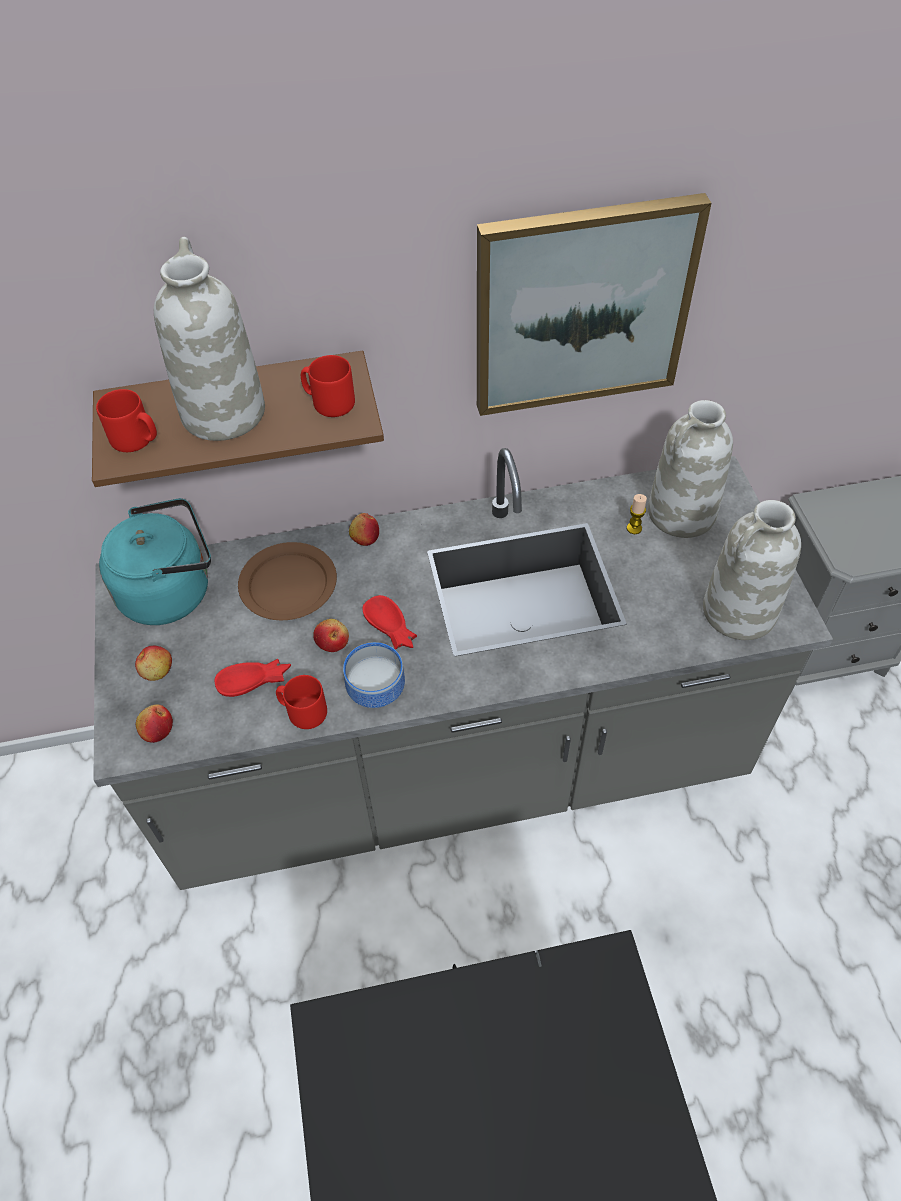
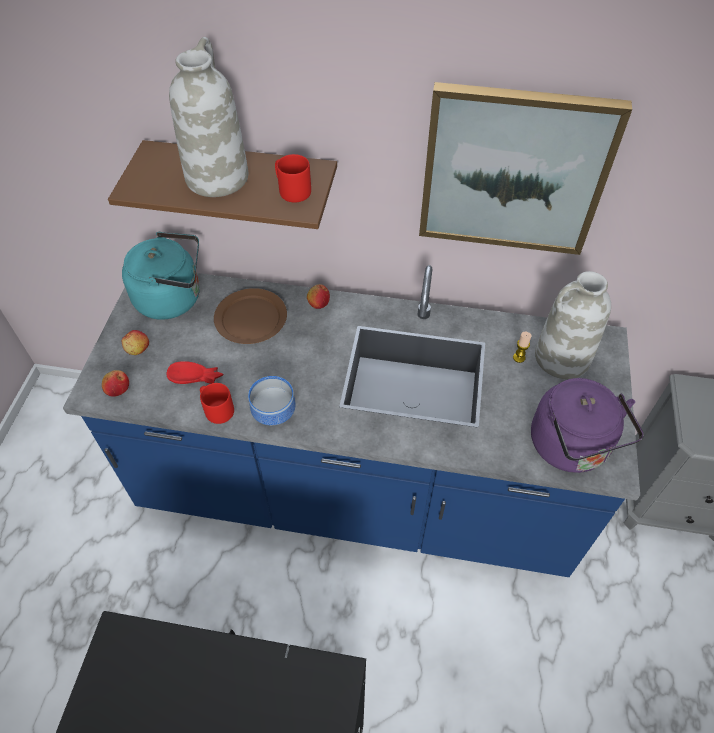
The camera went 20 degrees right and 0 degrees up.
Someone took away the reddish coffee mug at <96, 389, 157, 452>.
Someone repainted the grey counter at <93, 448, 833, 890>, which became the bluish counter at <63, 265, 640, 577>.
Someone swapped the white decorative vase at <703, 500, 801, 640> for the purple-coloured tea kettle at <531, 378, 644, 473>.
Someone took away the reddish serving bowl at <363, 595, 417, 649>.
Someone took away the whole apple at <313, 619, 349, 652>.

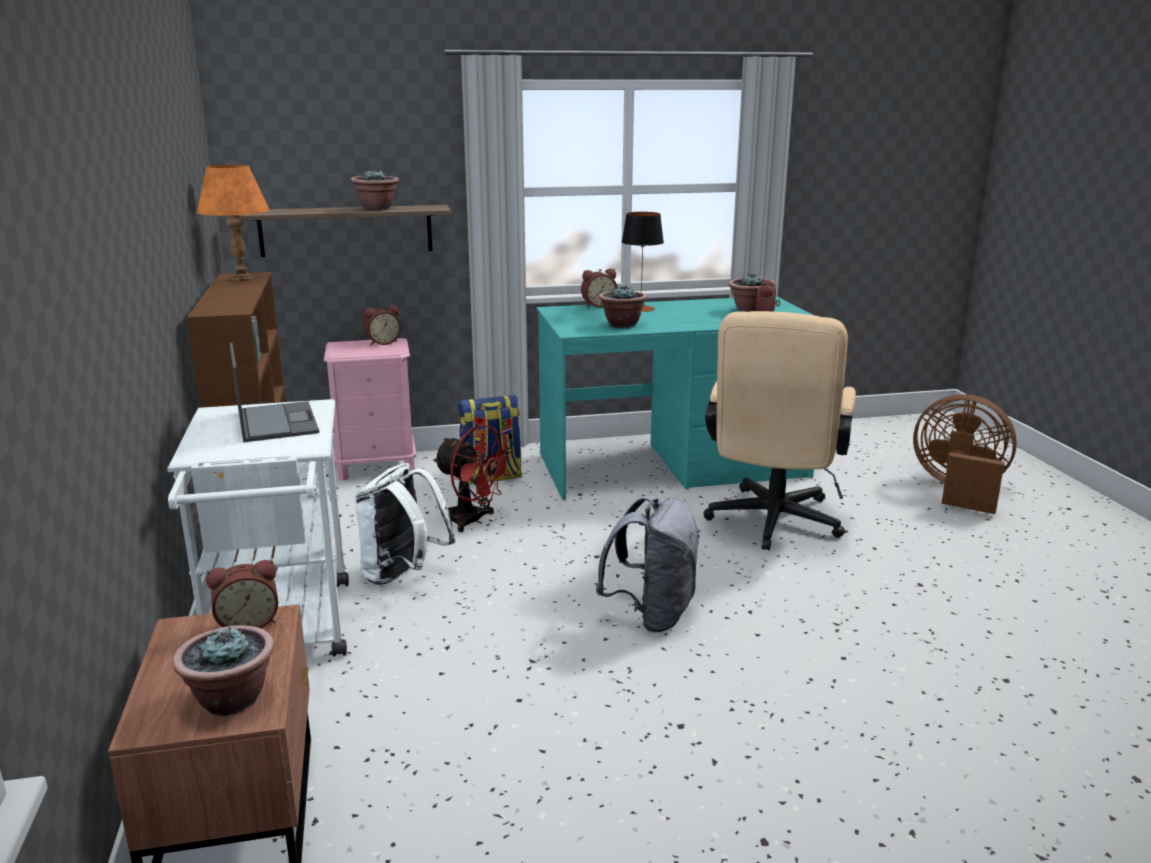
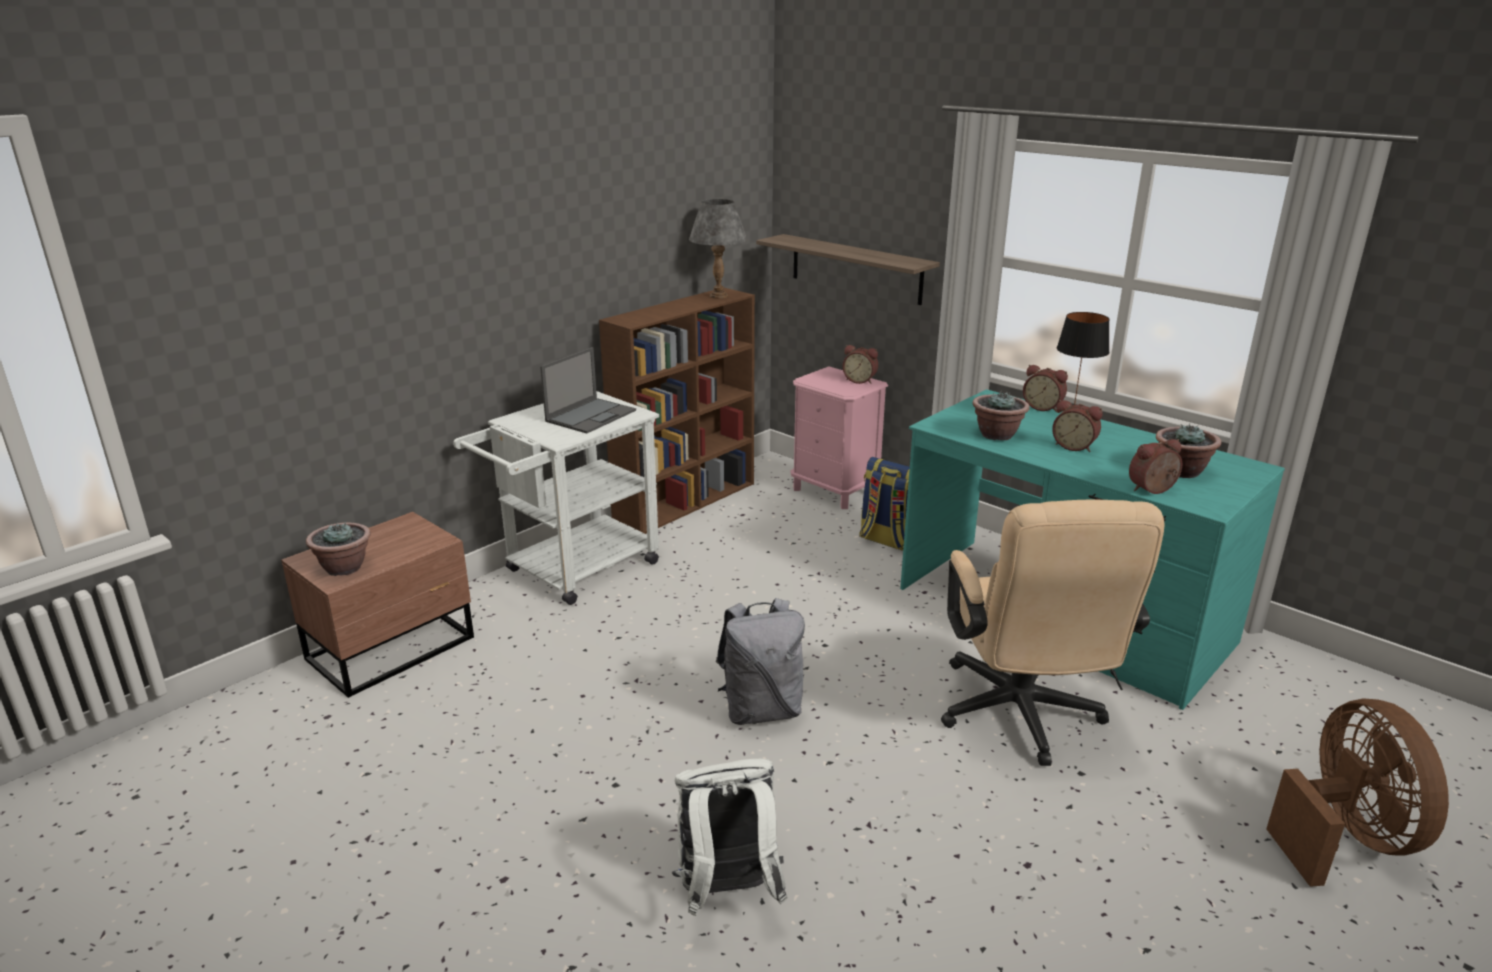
The camera went 55 degrees right and 5 degrees up.
Someone repainted the orangey table lamp at <197, 165, 270, 281>, which became the grey table lamp at <689, 199, 747, 299>.
Someone took away the plant in a pot at <350, 169, 399, 210>.
Someone rotated the beige office chair at <704, 311, 856, 550> by 75 degrees counterclockwise.
Someone took away the reddish cooling fan at <433, 424, 514, 532>.
Someone carried the white rucksack from <355, 463, 456, 585> to <672, 759, 788, 916>.
Someone carried the bedside clock from <206, 560, 278, 628> to <1052, 400, 1103, 452>.

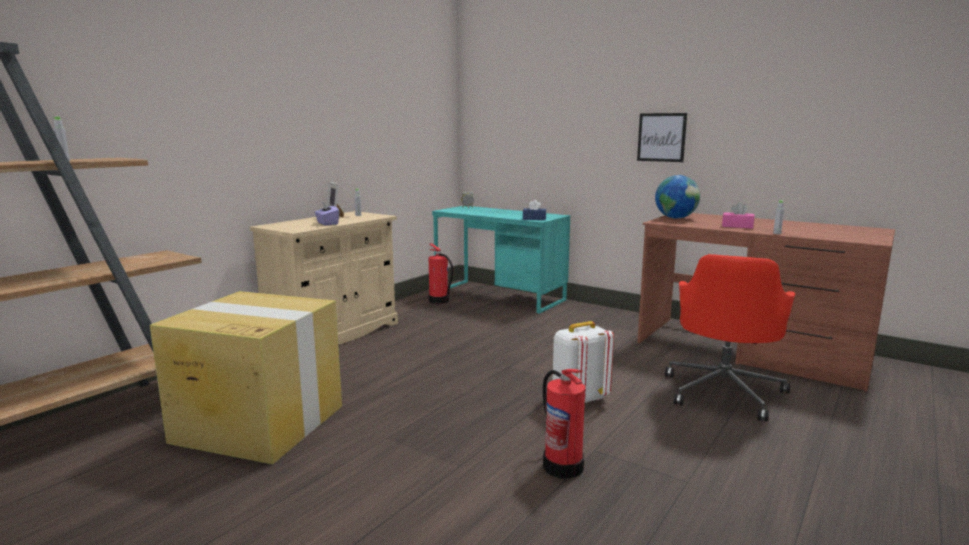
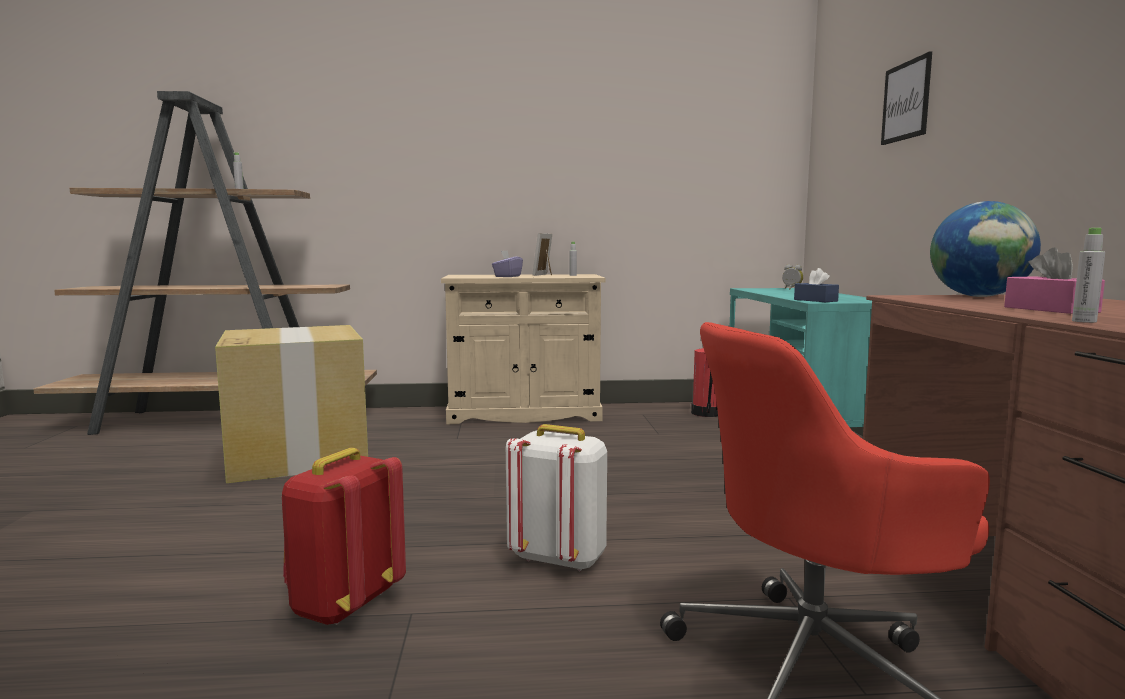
The camera went 50 degrees right and 5 degrees down.
Someone carried the wall picture from <637, 113, 687, 162> to <881, 51, 932, 145>.
Someone swapped the extinguisher at <543, 369, 585, 479> for the reddish rucksack at <282, 448, 406, 625>.

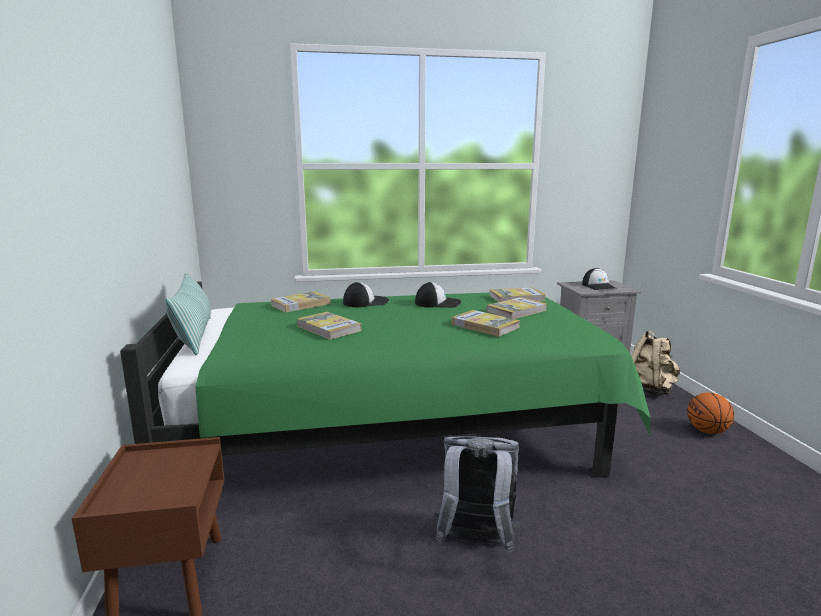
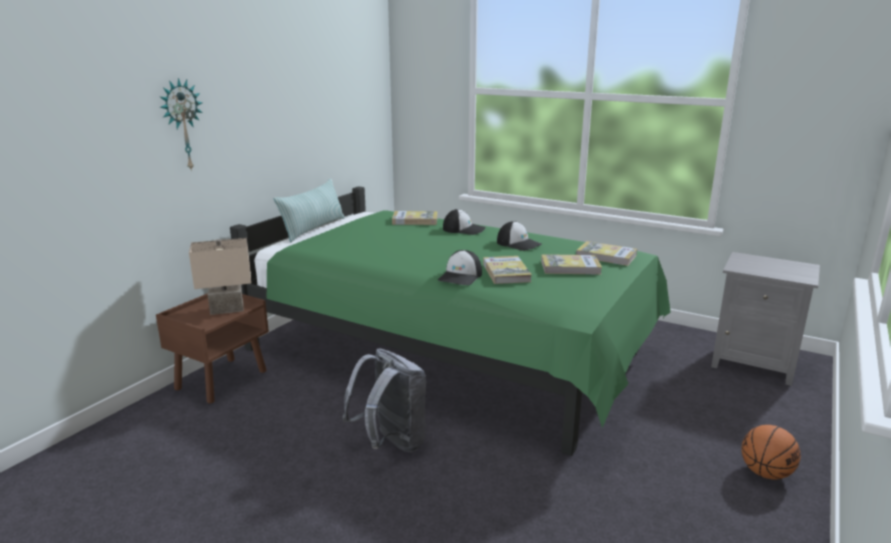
The camera went 40 degrees right and 5 degrees up.
Someone carried the baseball cap from <582, 268, 617, 290> to <438, 250, 482, 285>.
Someone took away the bound book at <297, 312, 361, 340>.
Someone took away the beige rucksack at <631, 330, 680, 395>.
Someone put up the wall clock at <160, 78, 203, 172>.
Someone put down the beige table lamp at <189, 238, 251, 315>.

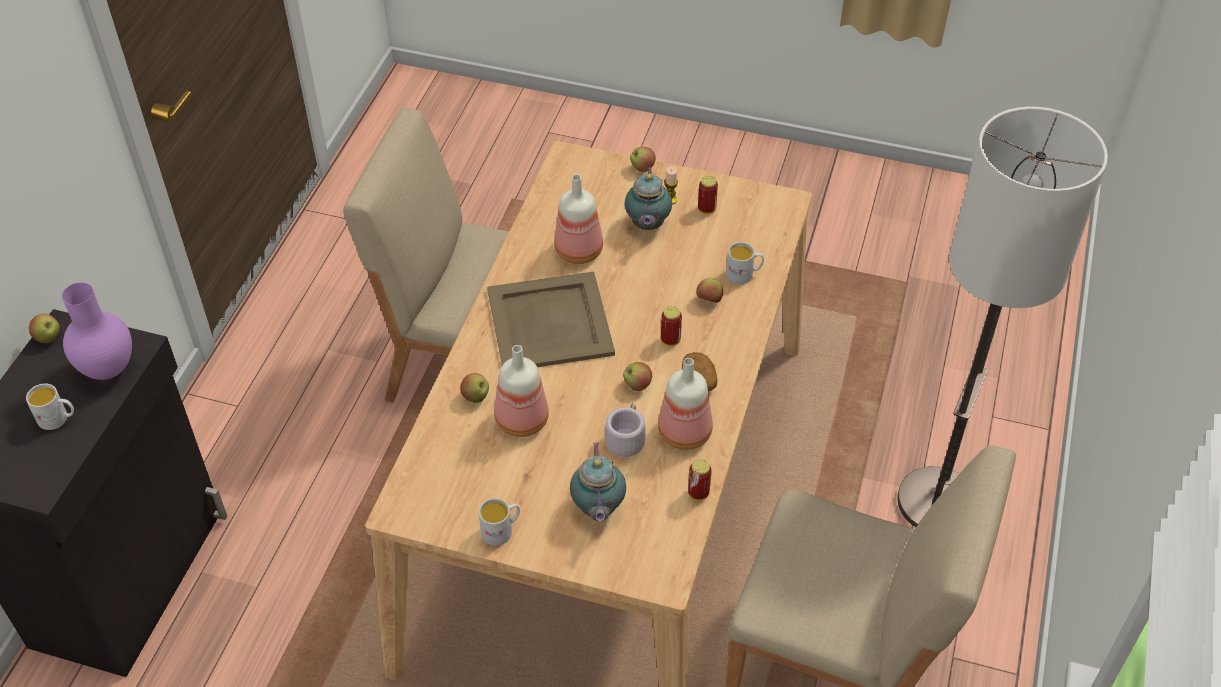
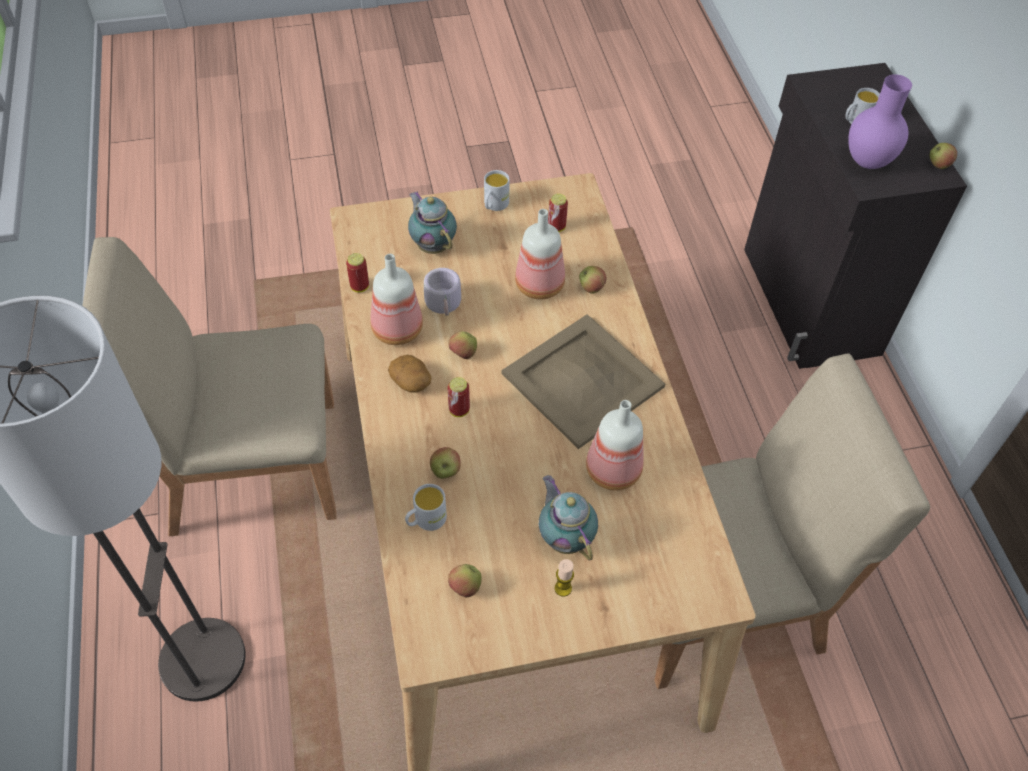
The camera went 150 degrees right and 5 degrees up.
Someone carried the whole apple from <630, 147, 656, 172> to <448, 564, 482, 598>.
Someone carried the sealed can from <698, 176, 718, 214> to <548, 194, 568, 232>.

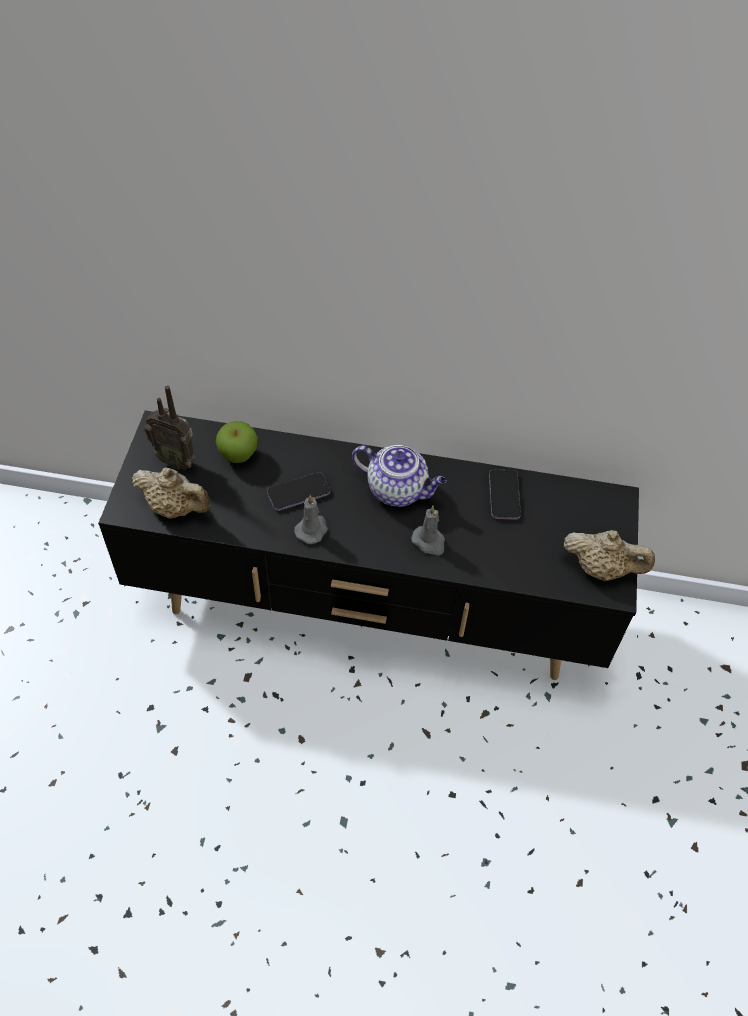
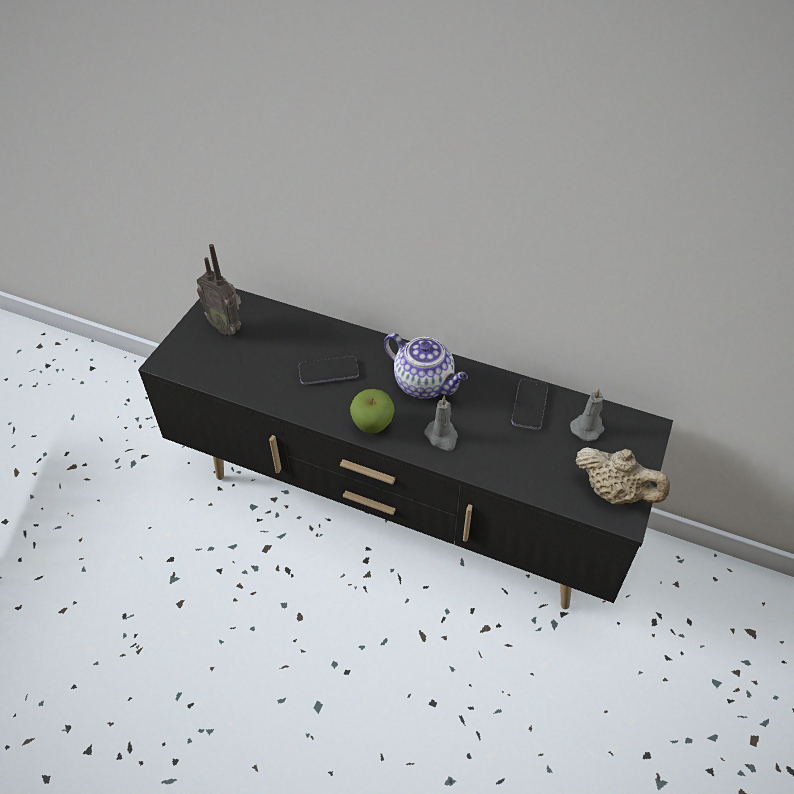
The camera went 15 degrees right and 5 degrees down.
Someone carried the whole apple from <216, 421, 258, 463> to <350, 389, 395, 433>.
Someone took away the beige tea pot at <132, 467, 211, 519>.
Someone carried the grey wax light from <294, 495, 328, 544> to <570, 388, 605, 441>.

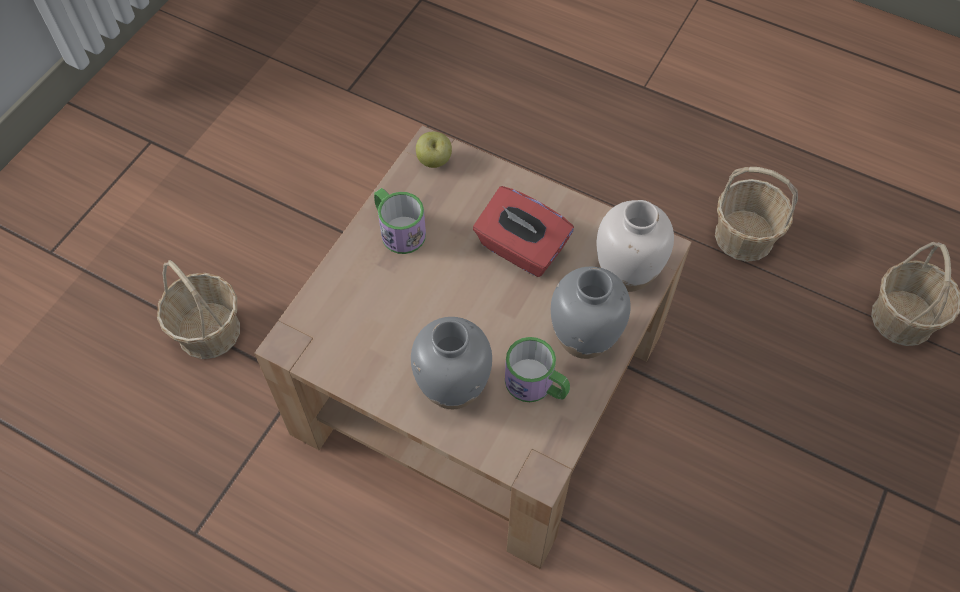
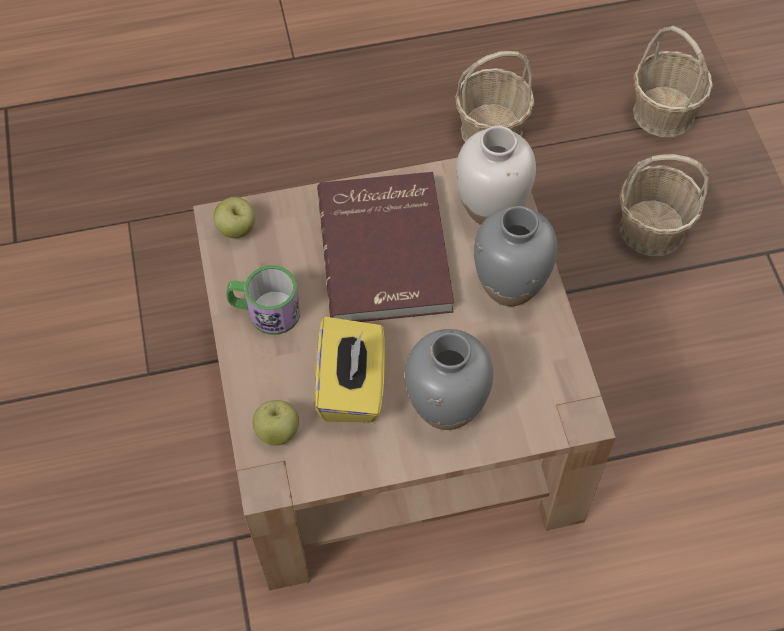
The camera went 40 degrees left and 0 degrees up.
Someone swapped the reddish tissue box at <473, 186, 574, 277> for the reddish bound book at <317, 172, 454, 322>.
Someone carried the household basket from <157, 260, 240, 359> to <619, 154, 709, 256>.
Someone took away the coffee mug at <505, 337, 570, 402>.
Someone put down the yellow-coloured tissue box at <314, 317, 385, 422>.
Someone put down the whole apple at <253, 400, 299, 446>.

